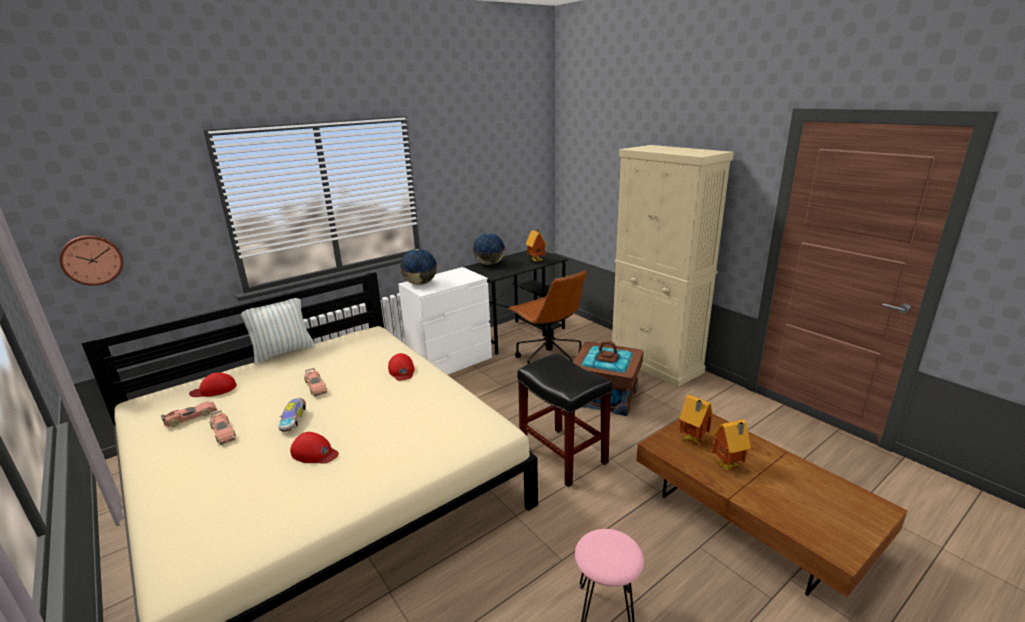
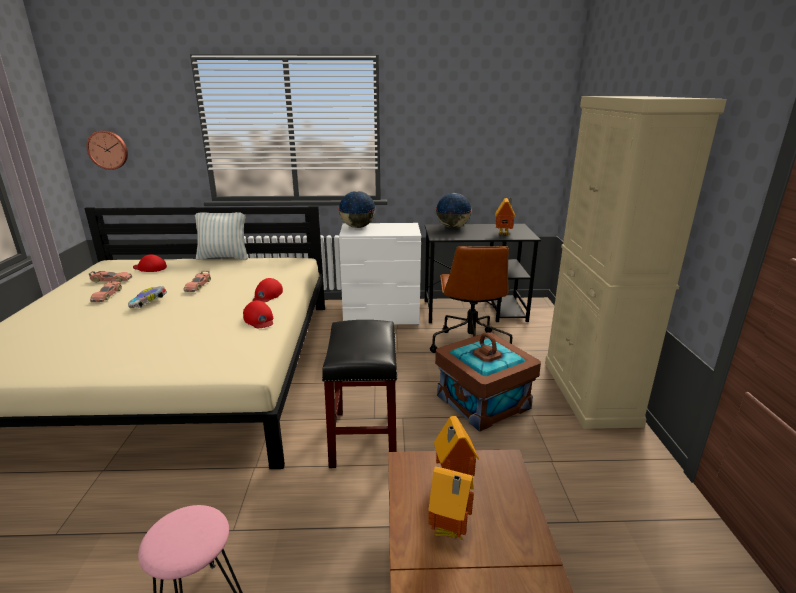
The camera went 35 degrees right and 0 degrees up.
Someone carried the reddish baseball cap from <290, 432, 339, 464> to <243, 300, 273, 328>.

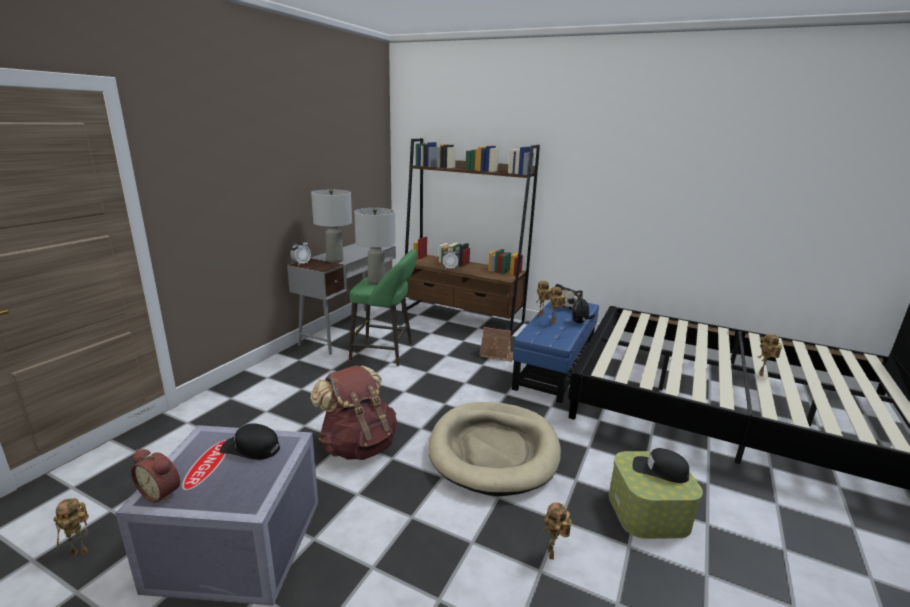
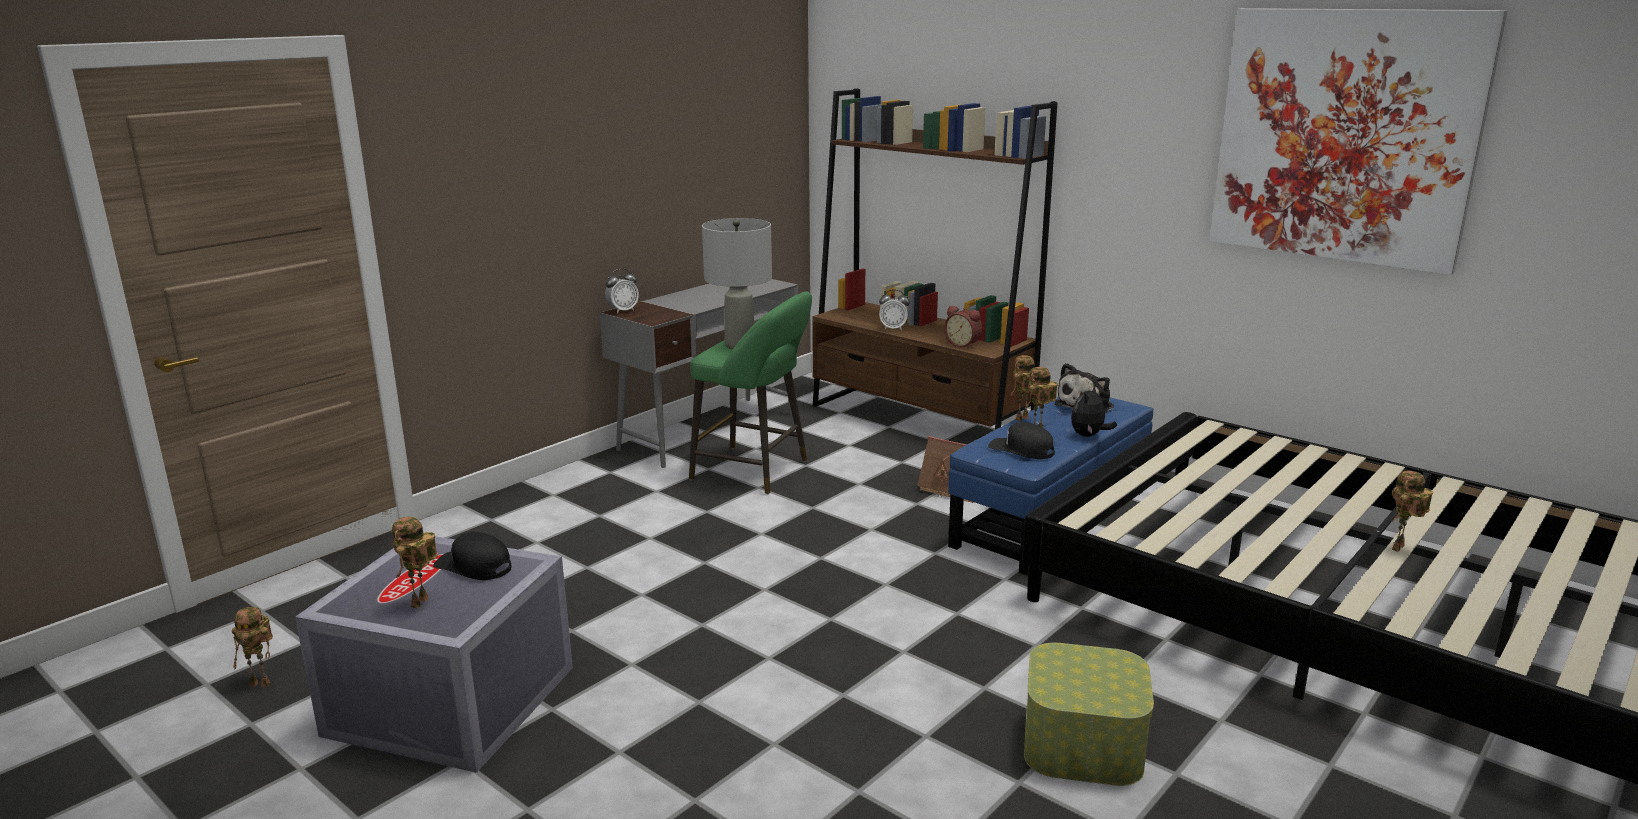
The camera went 15 degrees right and 0 degrees up.
Someone took away the grey table lamp at <311, 189, 352, 263>.
Someone took away the brownish rucksack at <310, 365, 397, 460>.
Someone took away the beige pet bed at <428, 402, 561, 496>.
Someone carried the black-coloured baseball cap from <633, 448, 689, 483> to <988, 422, 1055, 459>.
Someone carried the bedside clock from <131, 449, 180, 502> to <944, 306, 982, 348>.
Someone carried the toy robot from <543, 503, 572, 559> to <392, 517, 438, 608>.
Someone put up the wall picture at <1210, 8, 1507, 275>.

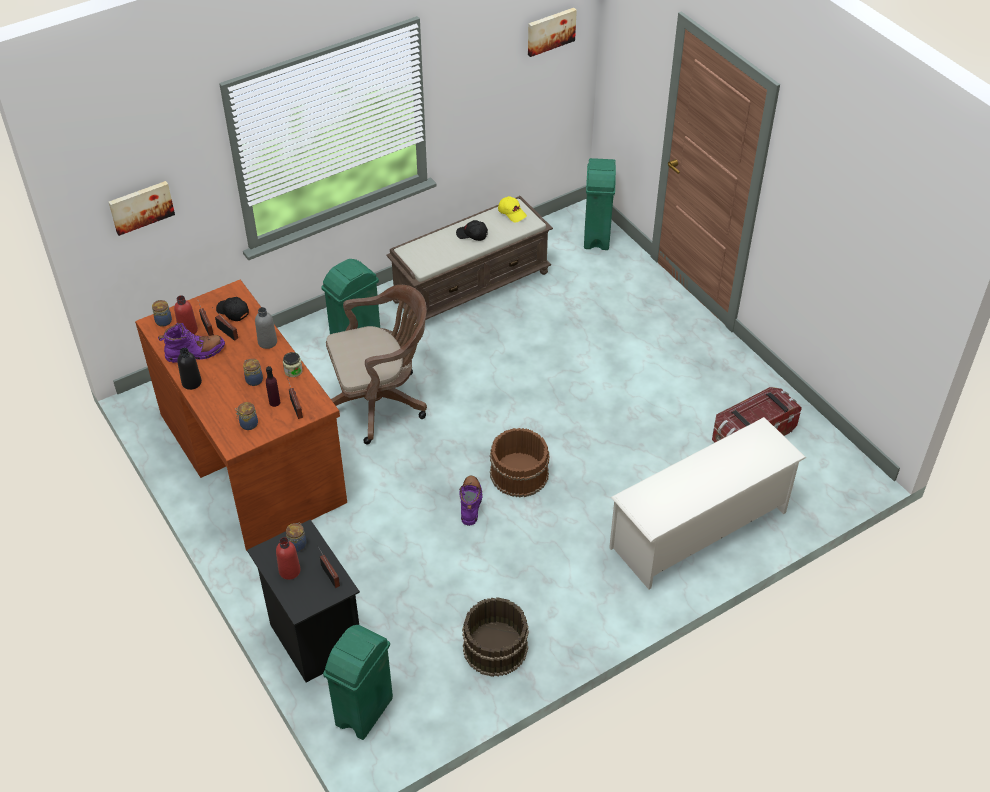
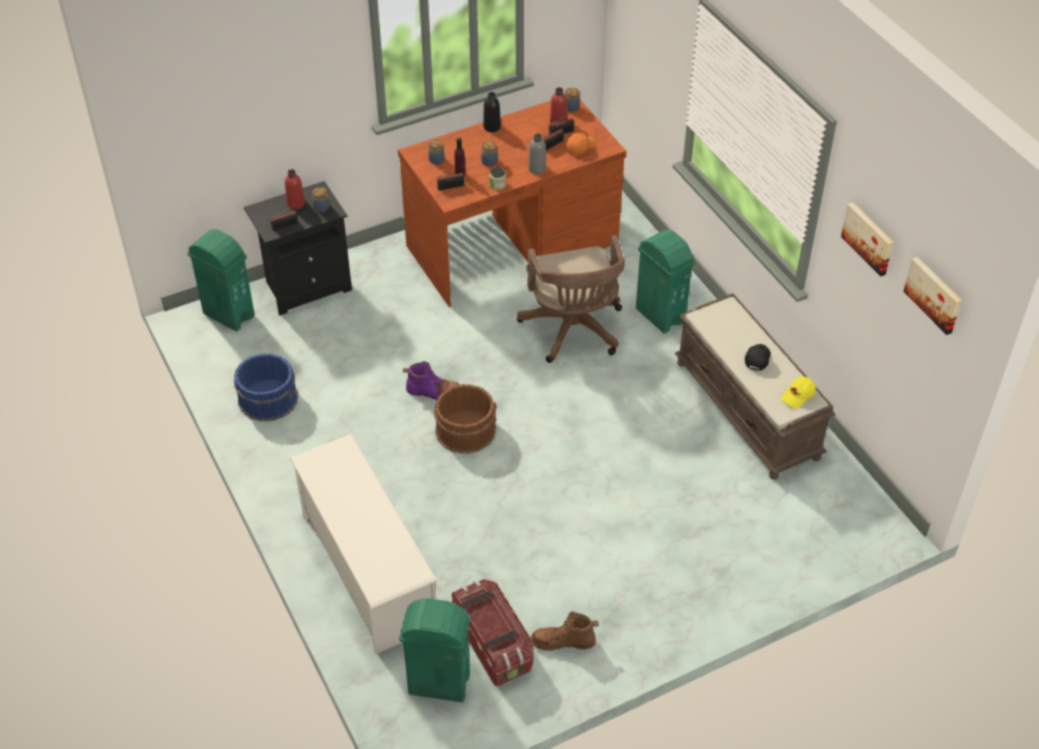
The camera went 95 degrees right and 0 degrees up.
Someone carried the greenish trash can from <584, 158, 616, 250> to <399, 598, 471, 702>.
Someone carried the wall picture from <109, 181, 175, 236> to <841, 202, 894, 277>.
Someone repainted the black-coloured baseball cap at <216, 297, 249, 321>, which became the orangey baseball cap at <566, 133, 596, 155>.
Someone took away the purple-coloured boot at <158, 323, 225, 363>.
Someone repainted the brownish water bucket at <462, 597, 529, 677>, which became the bluish water bucket at <234, 353, 298, 422>.
Someone put down the brownish boot at <530, 611, 599, 651>.

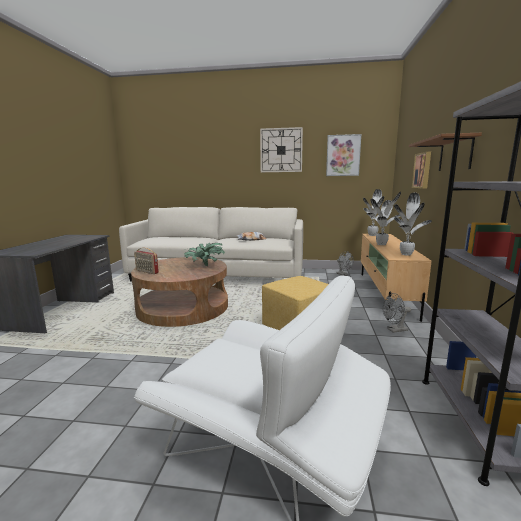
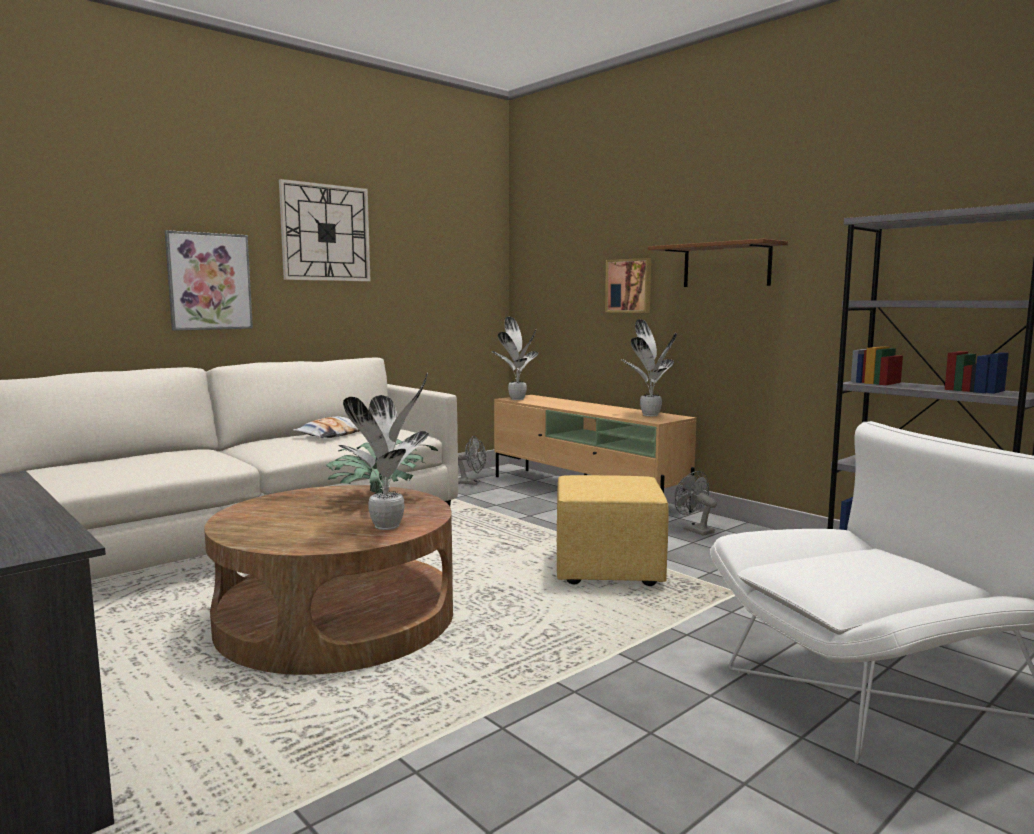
The camera went 50 degrees left and 5 degrees down.
Someone carried the wall picture from <326, 134, 361, 176> to <165, 230, 253, 331>.
Someone carried the plant in a pot from <370, 192, 401, 245> to <338, 373, 429, 530>.
Someone took away the radio set at <134, 247, 159, 274>.
Someone rotated the grey cooling fan at <383, 293, 411, 333> by 120 degrees clockwise.

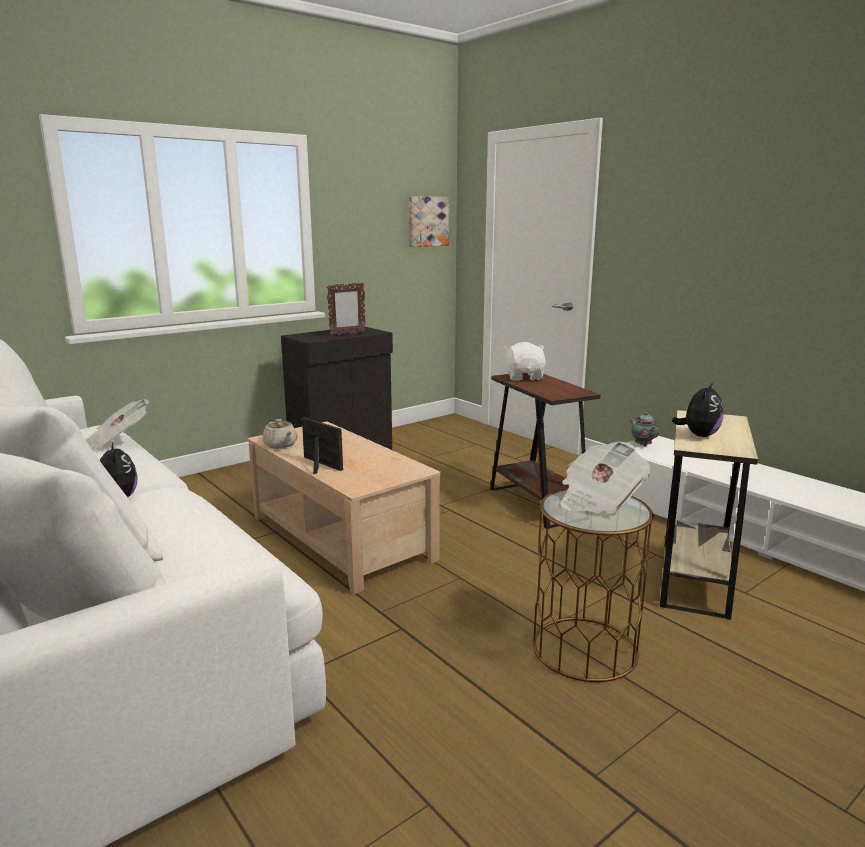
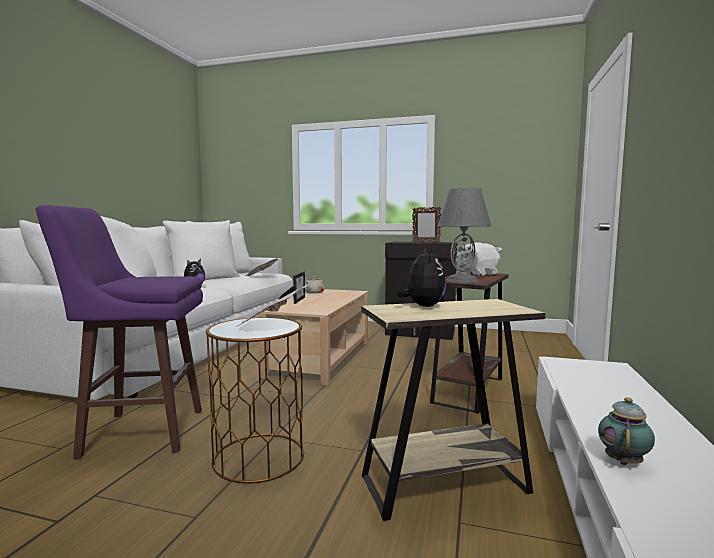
The camera went 55 degrees right and 10 degrees down.
Someone took away the wall picture at <409, 196, 449, 247>.
Someone rotated the soft toy at <672, 382, 723, 437> by 90 degrees counterclockwise.
Someone carried the tea pot from <630, 412, 659, 446> to <598, 397, 655, 465>.
Someone put down the grey table lamp at <438, 188, 491, 283>.
Someone put down the purple-coloured sitting stool at <36, 205, 203, 459>.

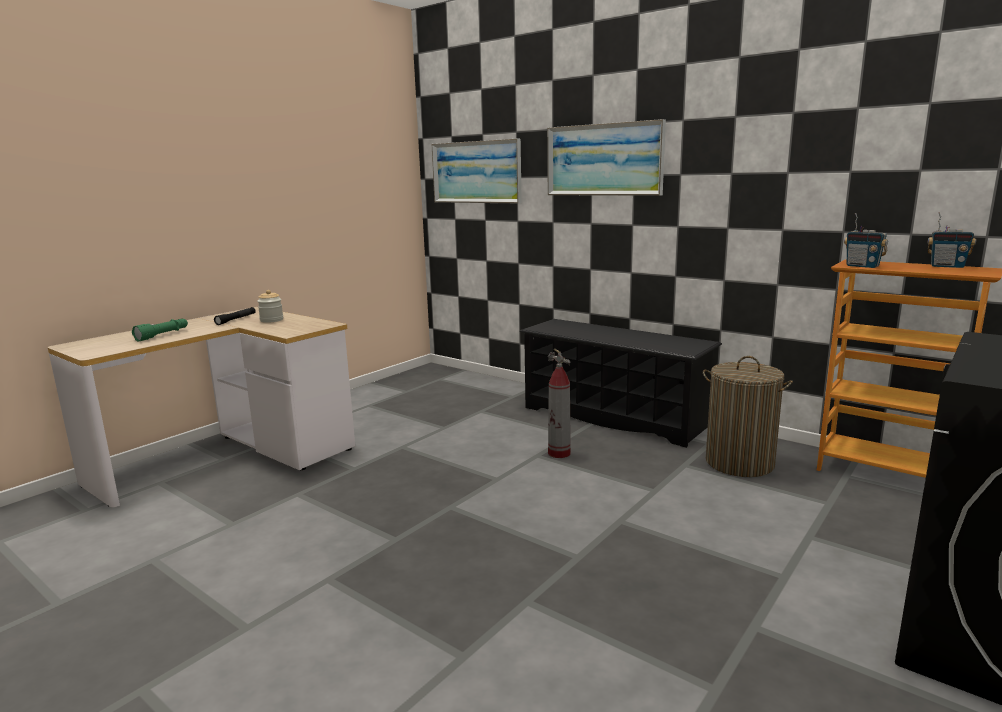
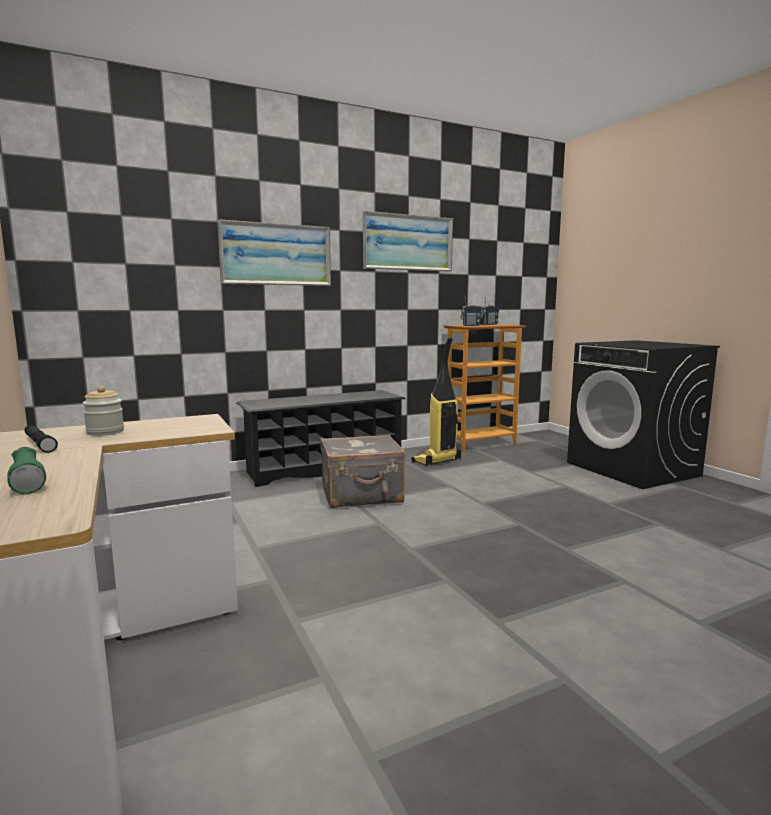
The camera went 65 degrees left and 5 degrees down.
Someone carried the wall picture from <432, 139, 522, 203> to <363, 211, 453, 272>.
Someone swapped the extinguisher at <548, 349, 571, 458> for the grey travel case at <320, 434, 406, 508>.
Someone swapped the hamper at <703, 356, 793, 477> for the vacuum at <411, 337, 461, 466>.

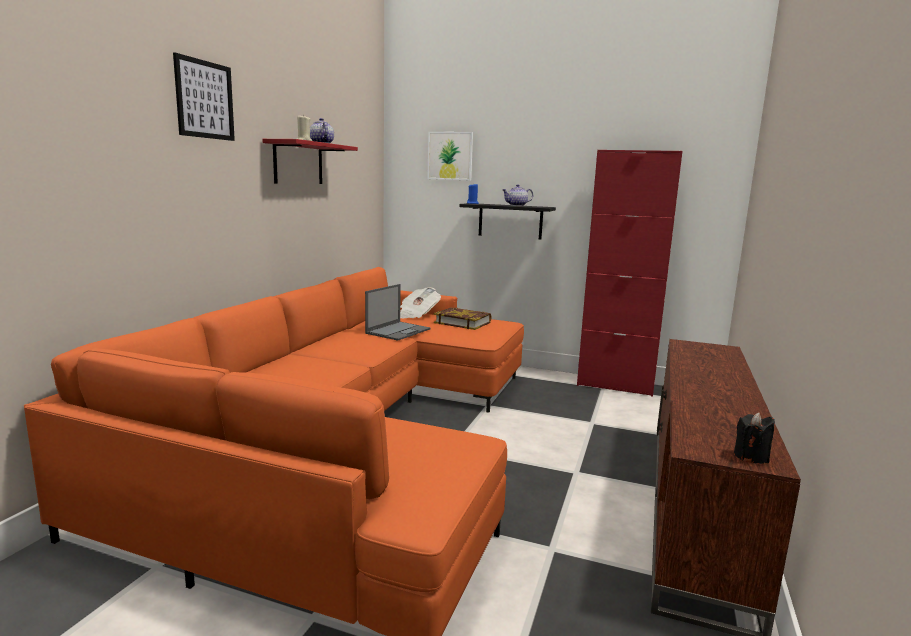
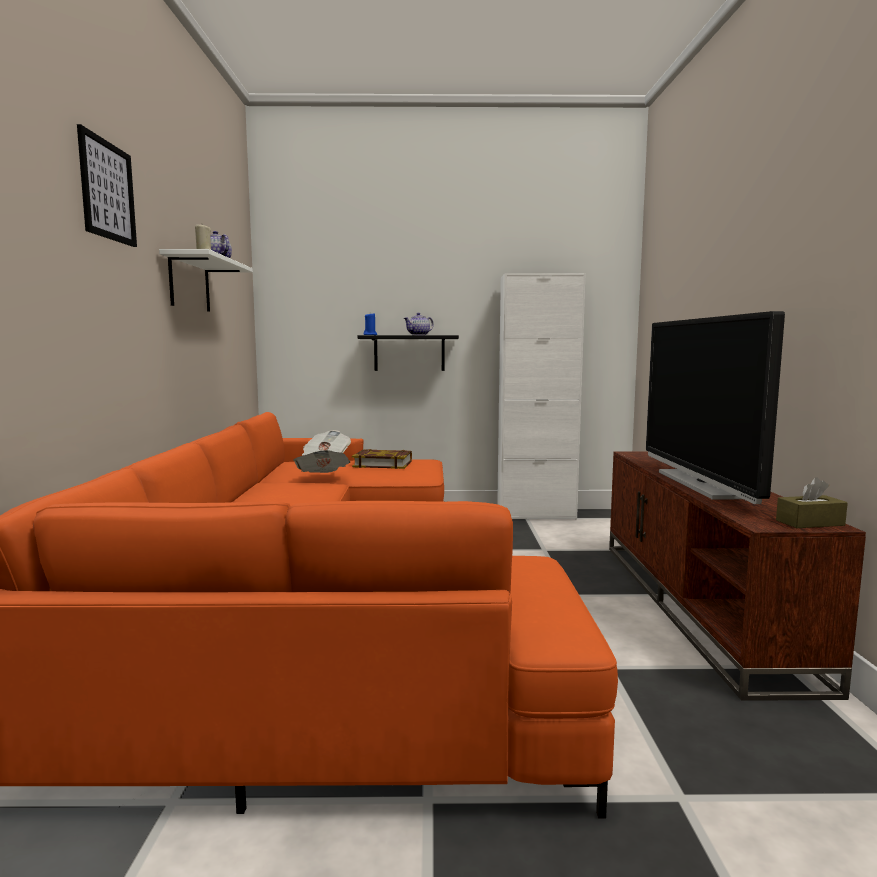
The camera went 20 degrees left and 5 degrees down.
Someone took away the wall picture at <427, 132, 473, 180>.
Someone repainted the reddish shelf at <262, 139, 358, 184>, which became the white shelf at <159, 249, 253, 312>.
Someone repainted the reddish cabinet at <577, 150, 682, 397>, which became the white cabinet at <497, 273, 585, 520>.
Someone swapped the portable computer at <365, 284, 431, 341> for the daily paper at <293, 450, 351, 473>.
Someone swapped the black-coloured wax light at <734, 413, 775, 464> for the brownish tissue box at <776, 477, 848, 528>.
Someone put down the television at <646, 311, 785, 504>.

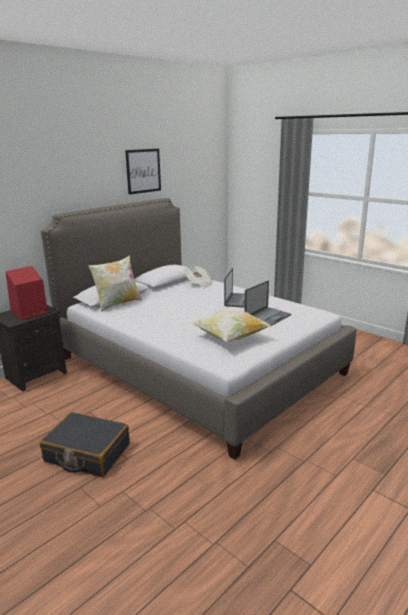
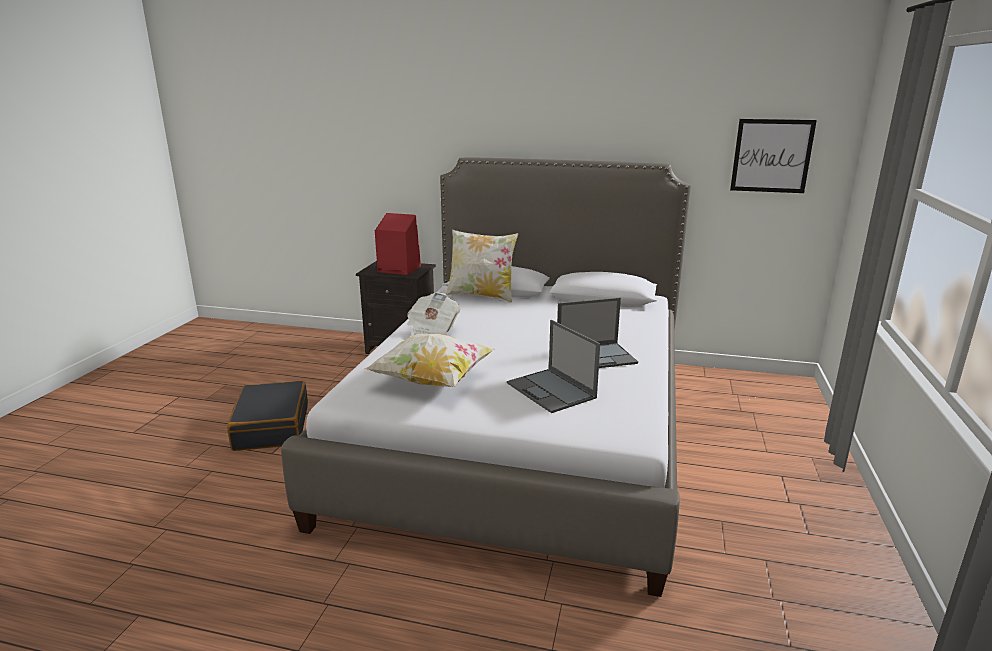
The camera went 60 degrees right and 0 degrees up.
Someone carried the wall picture from <125, 149, 161, 195> to <730, 119, 817, 193>.
Someone carried the daily paper from <184, 265, 214, 288> to <407, 292, 460, 336>.
Someone rotated the portable computer at <244, 280, 291, 326> by 45 degrees clockwise.

